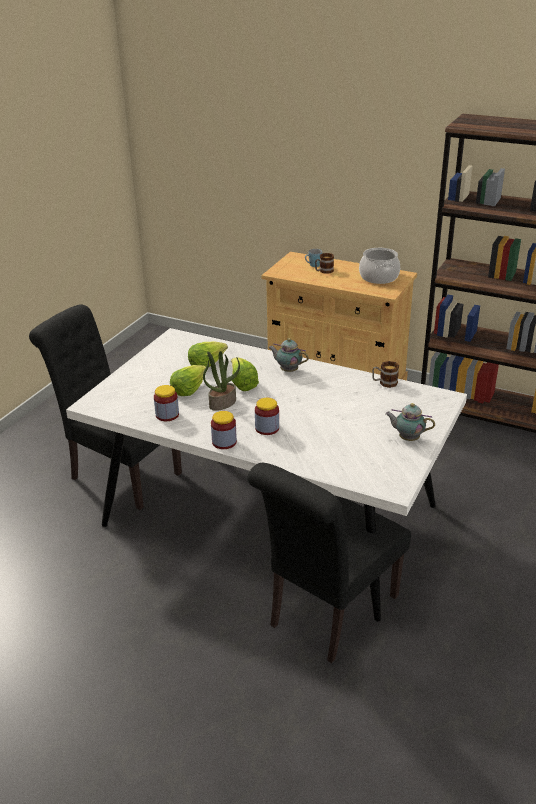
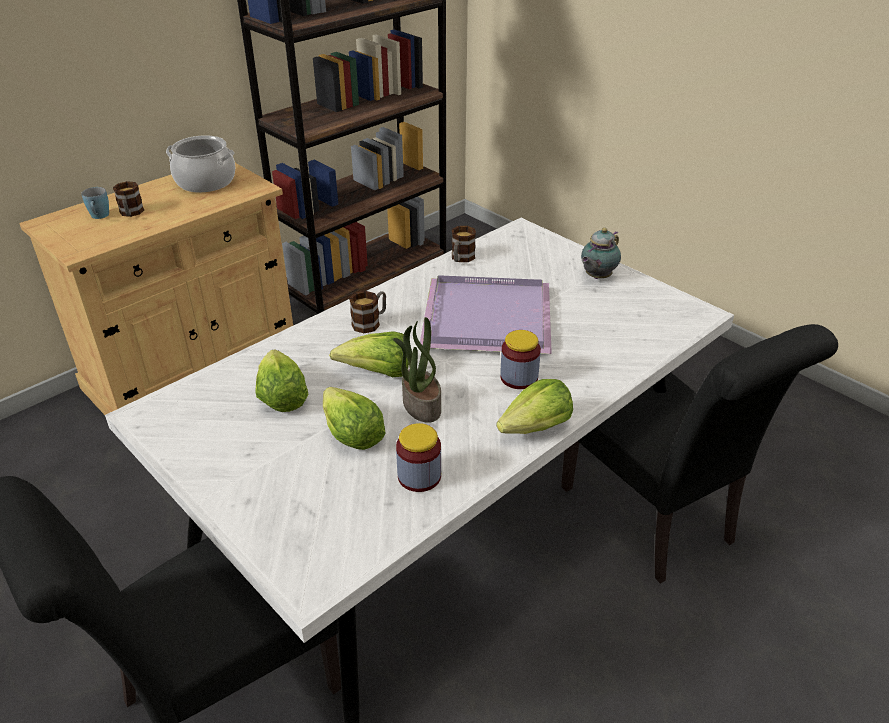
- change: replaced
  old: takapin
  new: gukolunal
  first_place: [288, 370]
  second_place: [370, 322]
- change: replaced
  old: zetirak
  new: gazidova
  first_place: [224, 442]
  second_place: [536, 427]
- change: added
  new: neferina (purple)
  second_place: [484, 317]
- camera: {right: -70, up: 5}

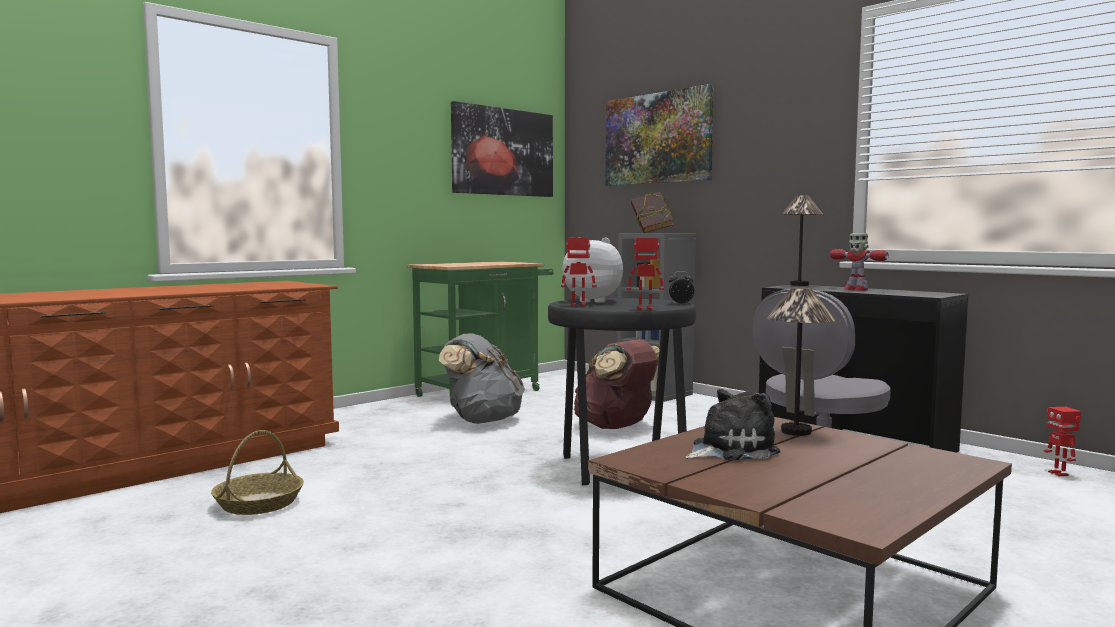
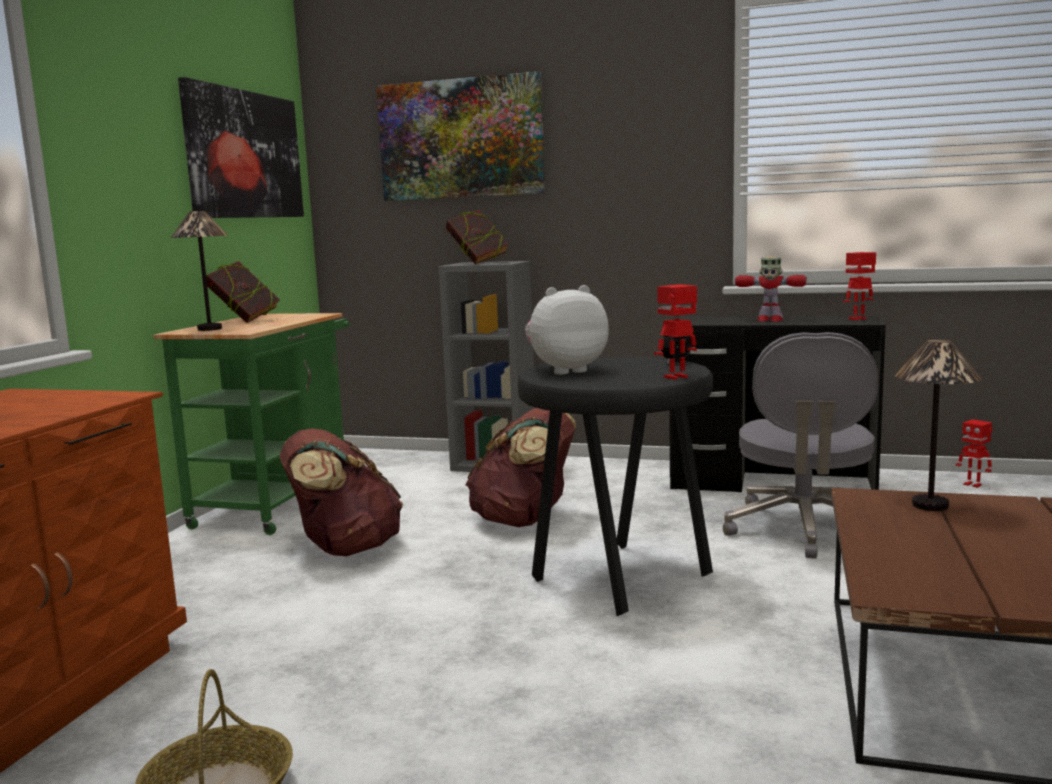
- change: moved
  old: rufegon
  first_place: [799, 285]
  second_place: [210, 329]
- change: moved
  old: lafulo
  first_place: [578, 305]
  second_place: [858, 319]
- change: recoloured
  old: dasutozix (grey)
  new: dasutozix (brown)
  first_place: [482, 420]
  second_place: [344, 548]
- change: removed
  old: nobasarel
  first_place: [730, 449]
- change: added
  new: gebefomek
  second_place: [245, 321]
- camera: {right: -30, up: 5}

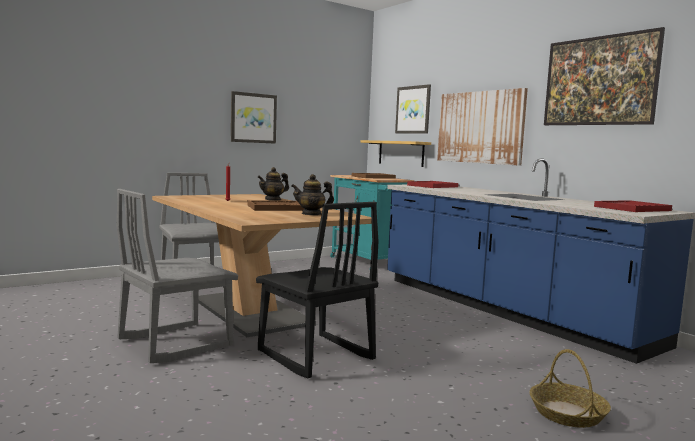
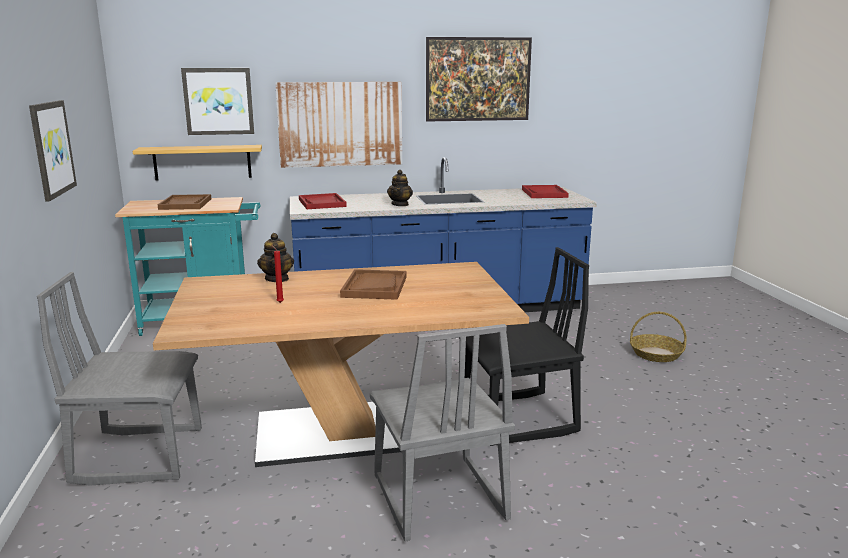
- change: moved
  old: takapin
  first_place: [311, 214]
  second_place: [400, 204]
- camera: {right: -65, up: 10}

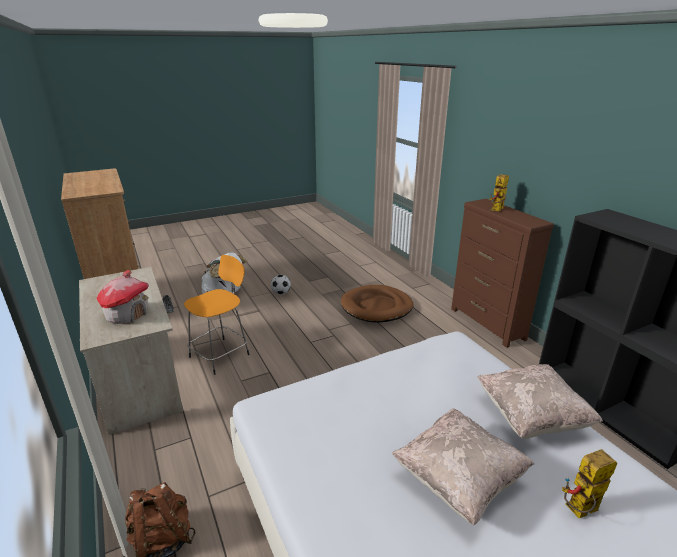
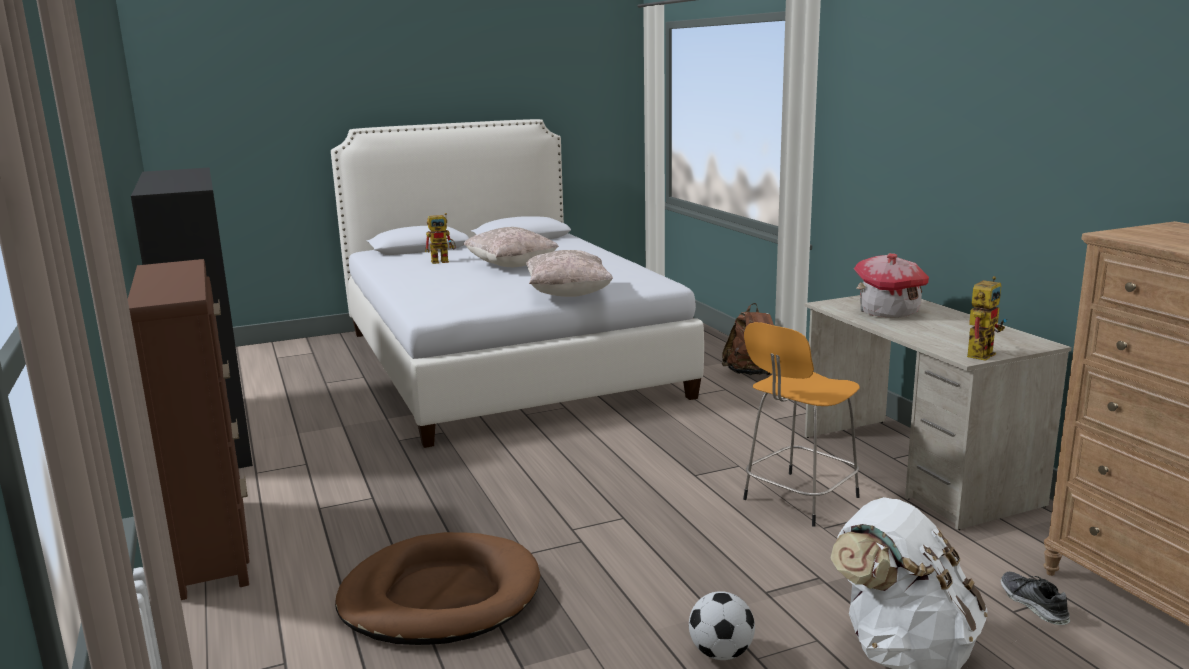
- change: moved
  old: lafulo
  first_place: [497, 210]
  second_place: [980, 353]
- change: moved
  old: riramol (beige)
  first_place: [531, 417]
  second_place: [568, 294]
- camera: {right: -175, up: -10}

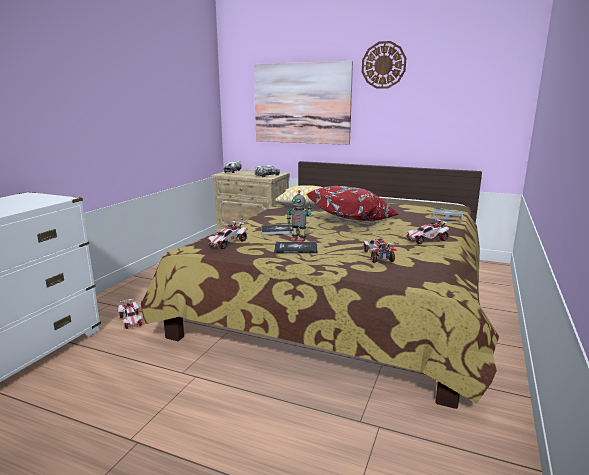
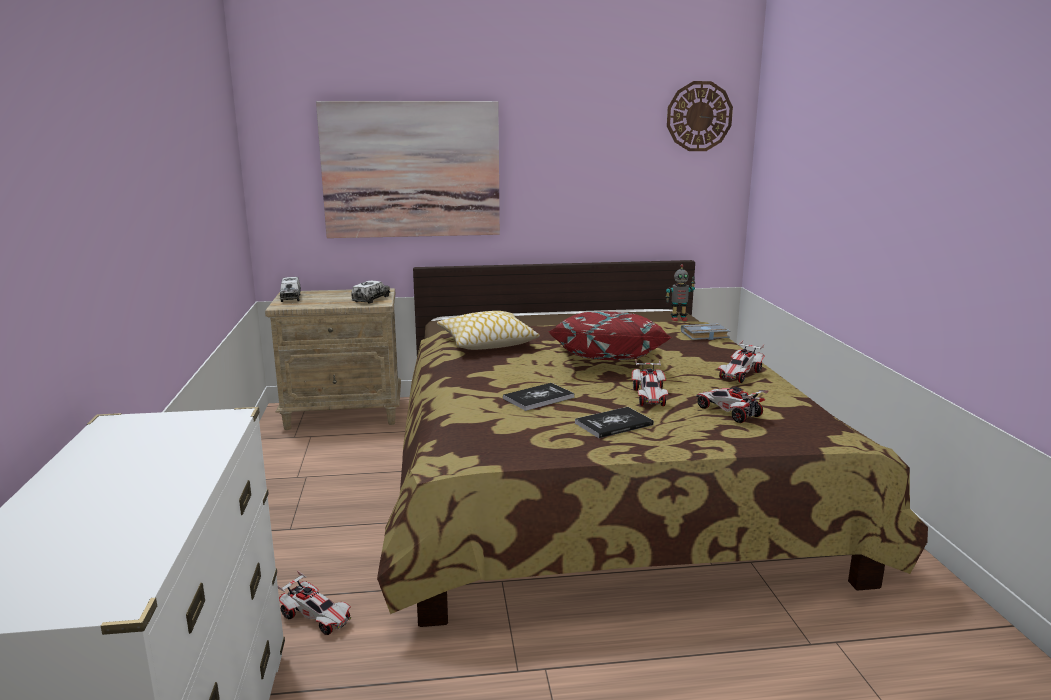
- change: moved
  old: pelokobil
  first_place: [383, 65]
  second_place: [699, 116]
- change: moved
  old: lafulo
  first_place: [298, 240]
  second_place: [678, 319]
- change: moved
  old: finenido
  first_place: [228, 243]
  second_place: [649, 397]
- camera: {right: -30, up: 0}

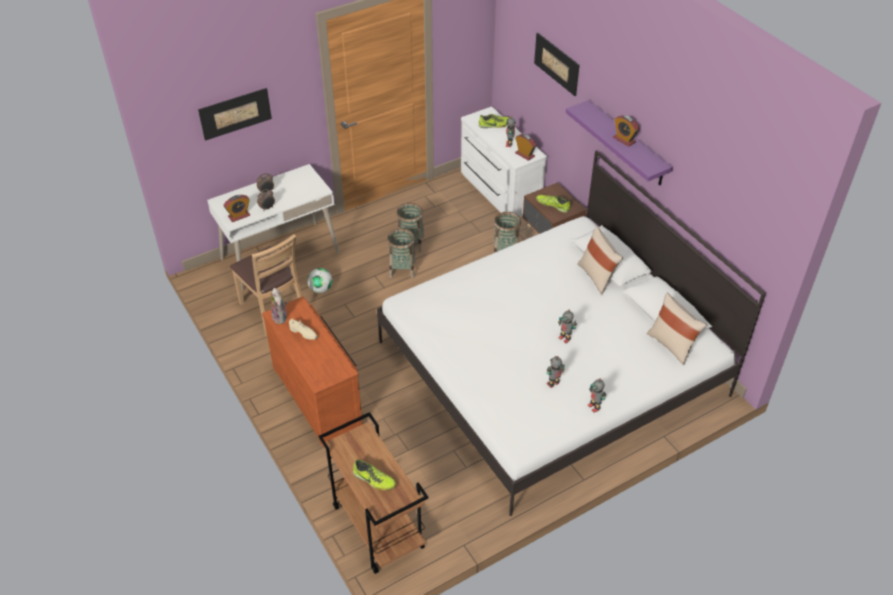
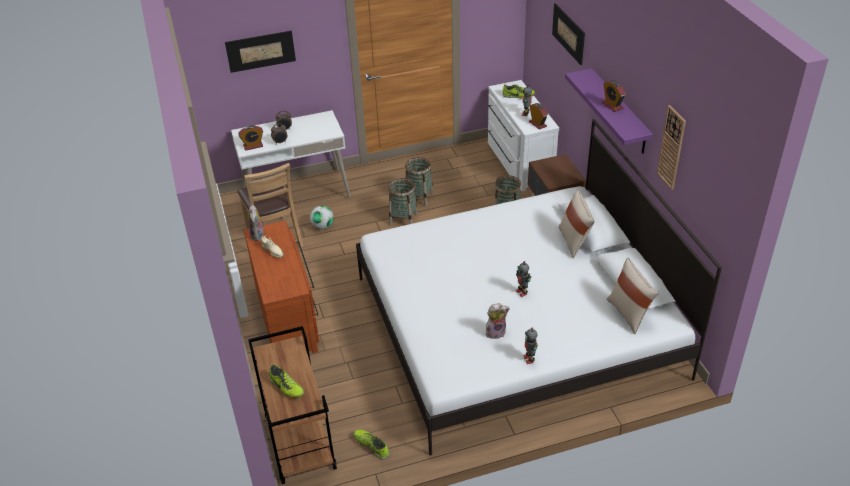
- change: moved
  old: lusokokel
  first_place: [552, 205]
  second_place: [371, 446]
- change: replaced
  old: lafulo
  new: nobasarel
  first_place: [553, 384]
  second_place: [495, 332]
- change: added
  new: pelokobil
  second_place: [671, 147]
- camera: {right: 15, up: -5}

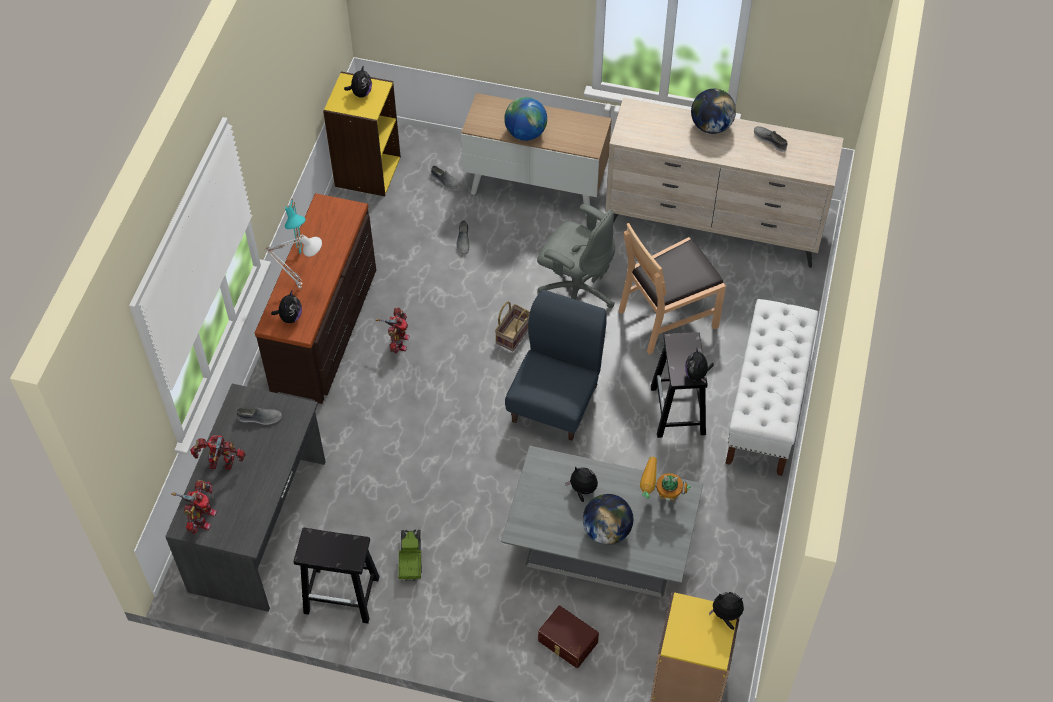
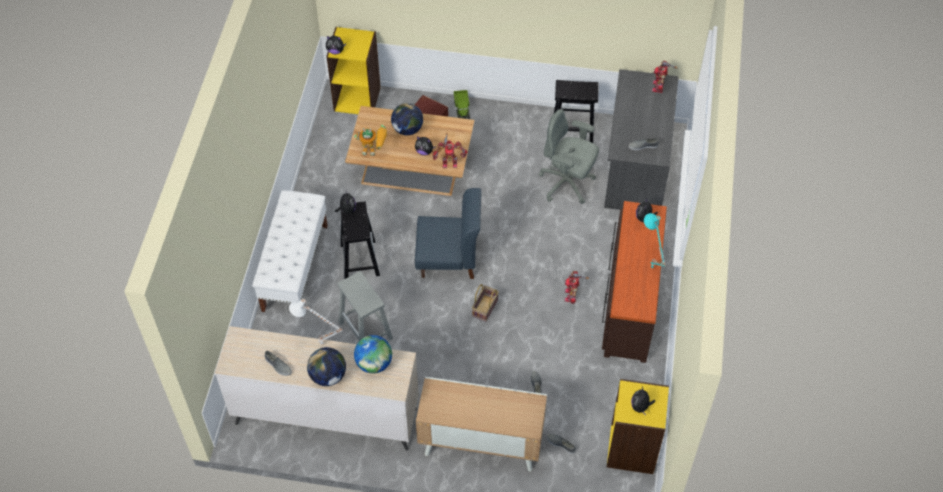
- change: moved
  old: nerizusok
  first_place: [525, 133]
  second_place: [374, 363]
- change: moved
  old: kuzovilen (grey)
  first_place: [576, 291]
  second_place: [567, 184]
- change: replaced
  old: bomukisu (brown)
  new: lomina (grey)
  first_place: [667, 317]
  second_place: [366, 331]
- change: moved
  old: rufegon (white)
  first_place: [301, 287]
  second_place: [321, 346]
- change: turned
  old: bomukisu (blue)
  first_place: [555, 402]
  second_place: [448, 259]
  degrees: -105
- change: moved
  old: lafulo
  first_place: [221, 464]
  second_place: [449, 162]
- change: recoloured
  old: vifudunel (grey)
  new: vifudunel (brown)
  first_place: [599, 546]
  second_place: [413, 169]
- change: moved
  old: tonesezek
  first_place: [410, 559]
  second_place: [462, 110]
- camera: {right: 175, up: 0}

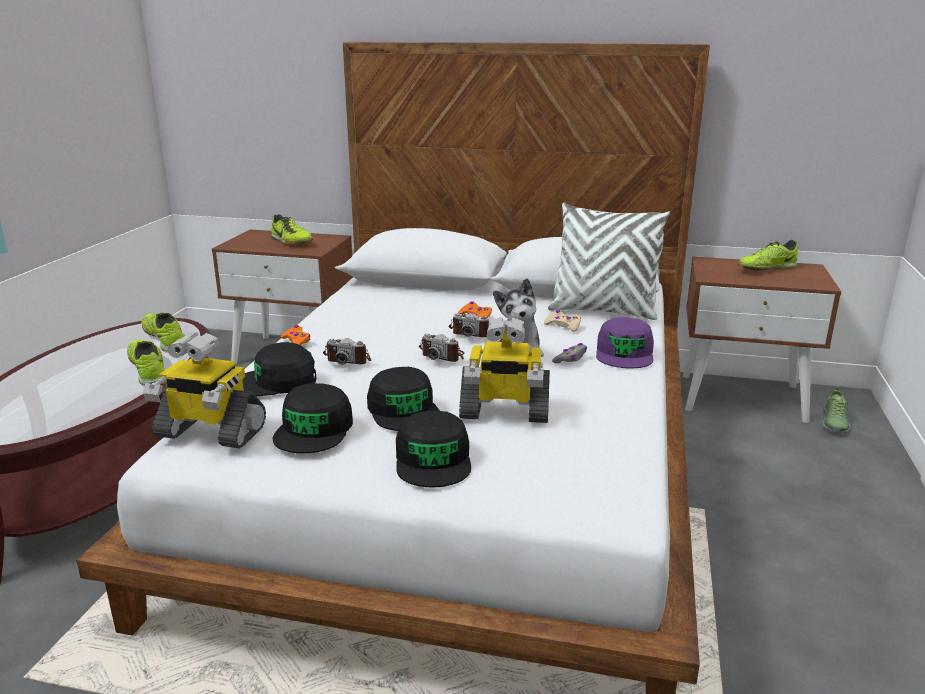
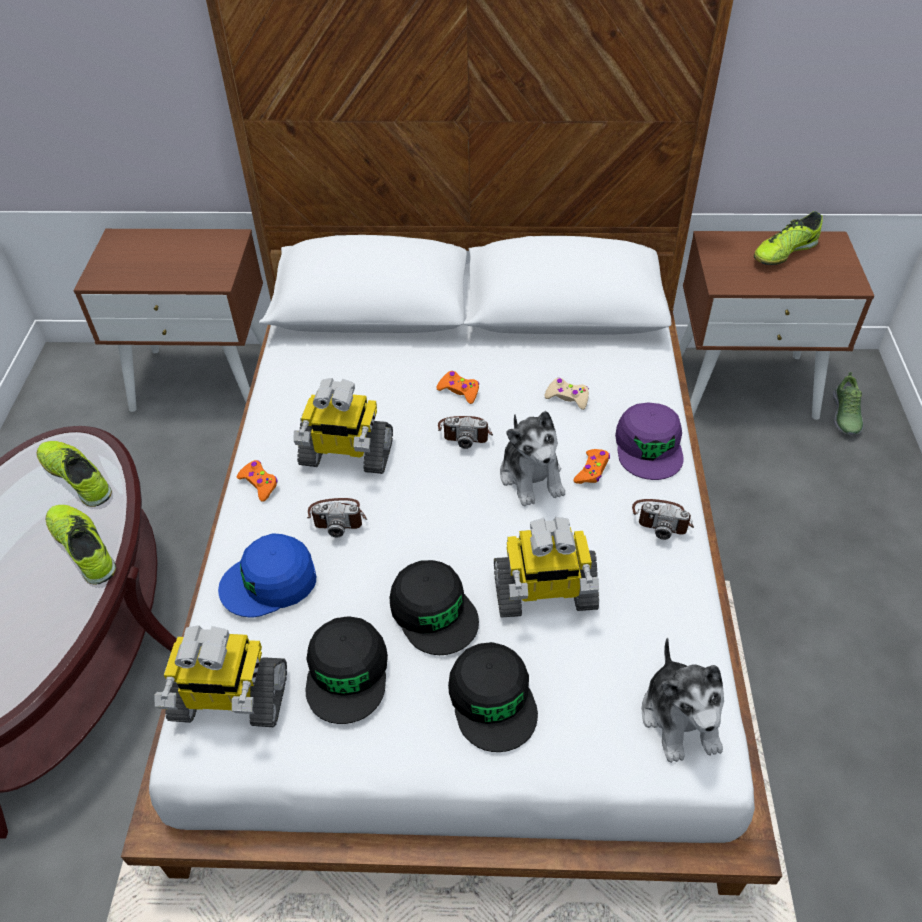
- change: removed
  old: riramol (white)
  first_place: [603, 311]
- change: removed
  old: lusokokel
  first_place: [291, 242]
- change: moved
  old: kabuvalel
  first_place: [443, 355]
  second_place: [662, 519]
- change: recoloured
  old: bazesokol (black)
  new: bazesokol (blue)
  first_place: [277, 381]
  second_place: [270, 582]
- change: recoloured
  old: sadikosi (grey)
  new: sadikosi (orange)
  first_place: [570, 359]
  second_place: [592, 470]
- change: added
  new: lafulo
  second_place: [346, 455]
- change: added
  new: nobasarel
  second_place: [681, 717]
- camera: {right: -10, up: 25}

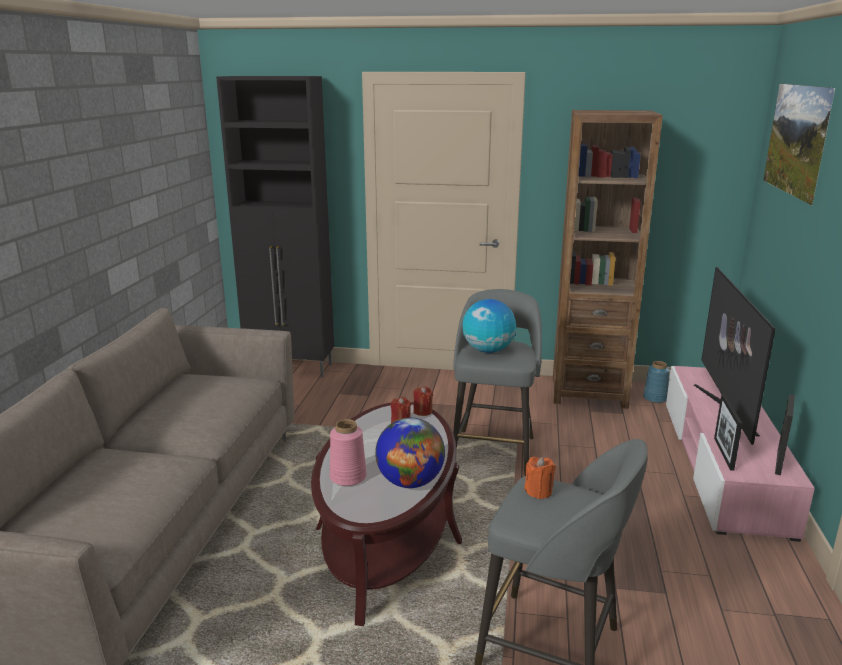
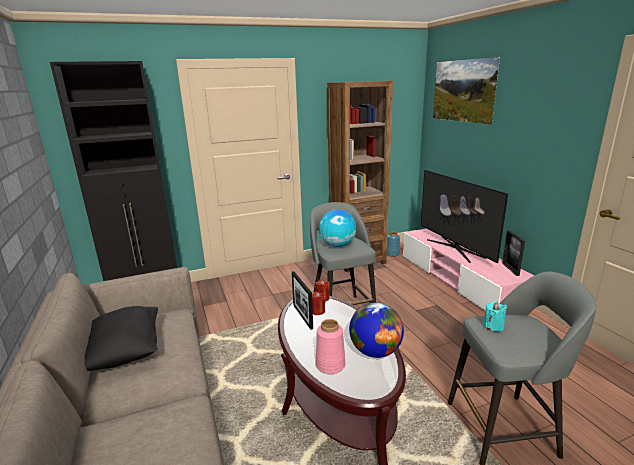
- change: moved
  old: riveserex
  first_place: [723, 453]
  second_place: [302, 316]
- change: recoloured
  old: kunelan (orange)
  new: kunelan (turquoise)
  first_place: [538, 491]
  second_place: [493, 326]
- change: added
  new: riramol (black)
  second_place: [125, 353]
- camera: {right: -30, up: 0}

